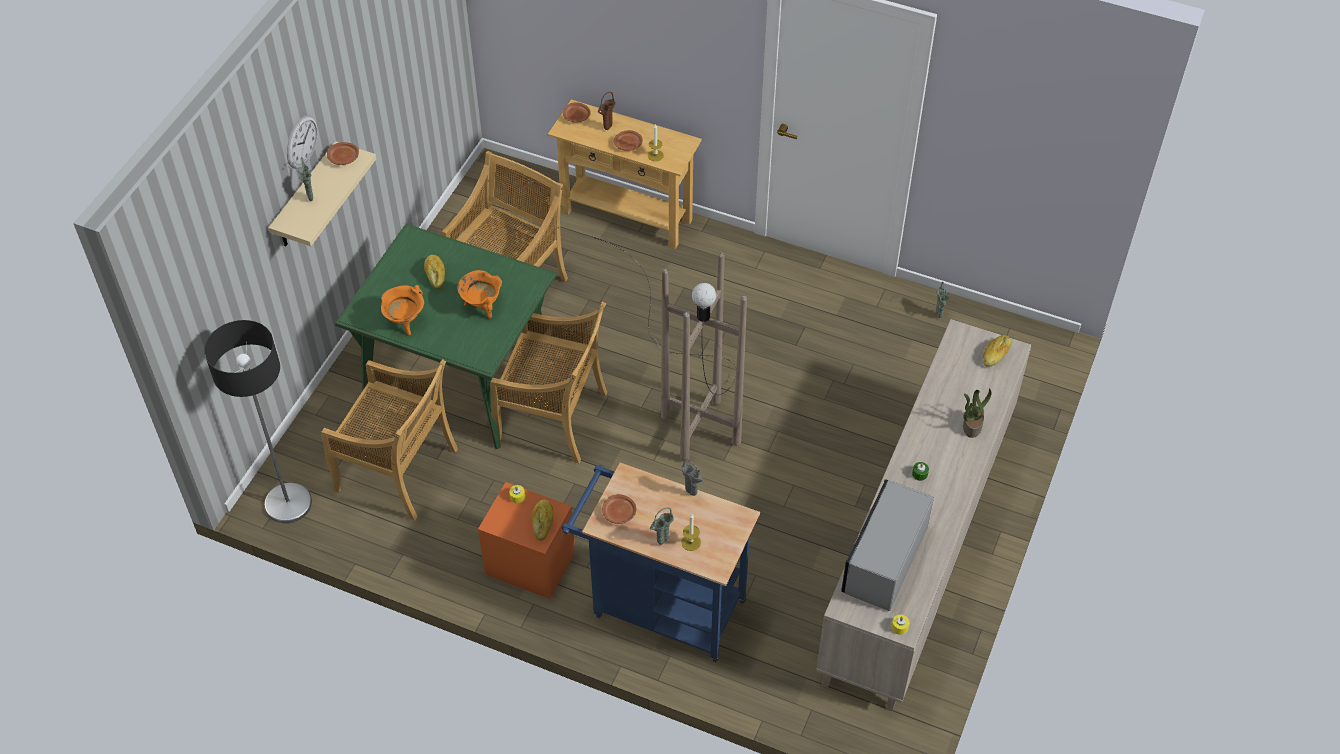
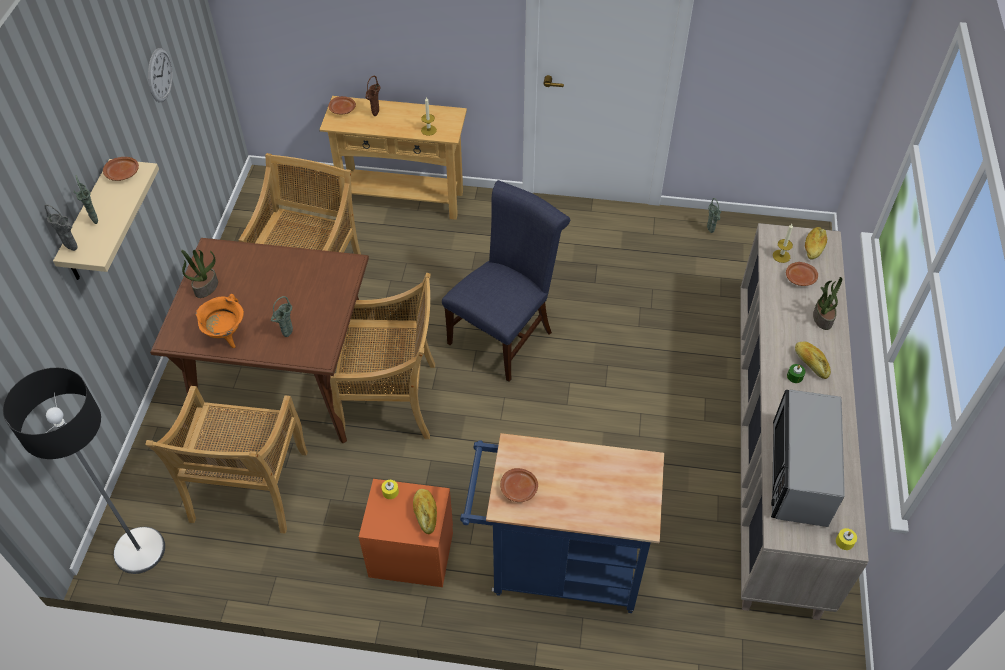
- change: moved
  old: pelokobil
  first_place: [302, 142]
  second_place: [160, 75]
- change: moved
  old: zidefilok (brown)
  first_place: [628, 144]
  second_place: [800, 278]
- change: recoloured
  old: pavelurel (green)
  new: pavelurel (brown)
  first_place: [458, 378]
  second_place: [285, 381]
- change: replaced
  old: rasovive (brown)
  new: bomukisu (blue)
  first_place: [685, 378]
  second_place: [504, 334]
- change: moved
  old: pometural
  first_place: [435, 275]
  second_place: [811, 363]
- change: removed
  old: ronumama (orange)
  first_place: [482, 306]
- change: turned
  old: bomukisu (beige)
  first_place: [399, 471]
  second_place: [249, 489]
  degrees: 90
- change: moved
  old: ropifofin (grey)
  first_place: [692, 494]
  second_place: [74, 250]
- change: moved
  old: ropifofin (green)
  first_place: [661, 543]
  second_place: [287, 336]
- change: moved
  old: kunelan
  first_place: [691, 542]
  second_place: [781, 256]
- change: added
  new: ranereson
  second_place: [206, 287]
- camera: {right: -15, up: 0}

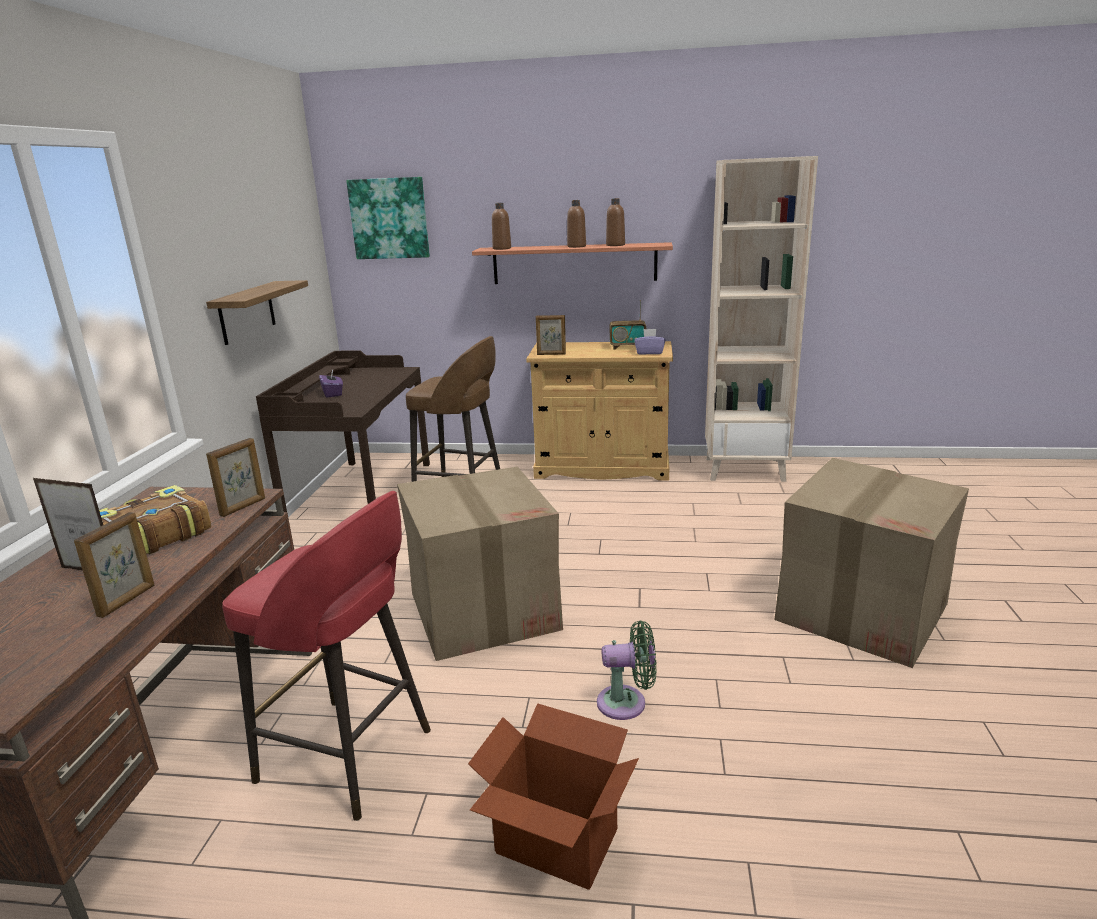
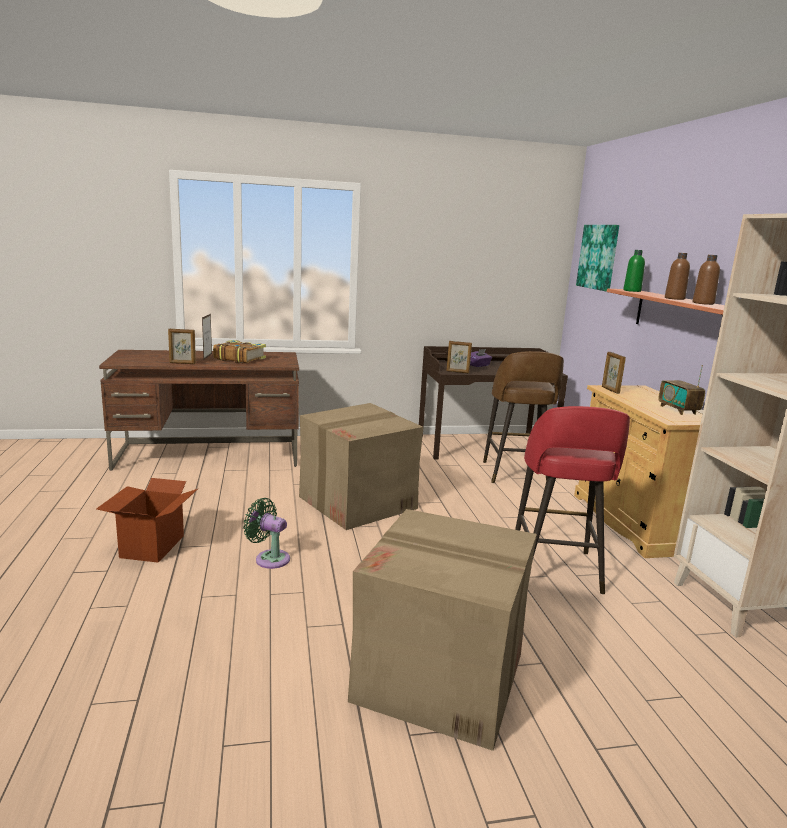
- change: recoloured
  old: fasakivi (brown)
  new: fasakivi (green)
  first_place: [502, 248]
  second_place: [632, 291]
- change: removed
  old: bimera
  first_place: [247, 312]
- change: removed
  old: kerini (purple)
  first_place: [649, 352]
- change: moved
  old: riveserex
  first_place: [243, 507]
  second_place: [457, 372]
- change: moved
  old: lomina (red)
  first_place: [349, 757]
  second_place: [555, 570]
- change: turned
  old: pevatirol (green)
  first_place: [627, 703]
  second_place: [269, 558]
  degrees: 135
- camera: {right: 70, up: -5}

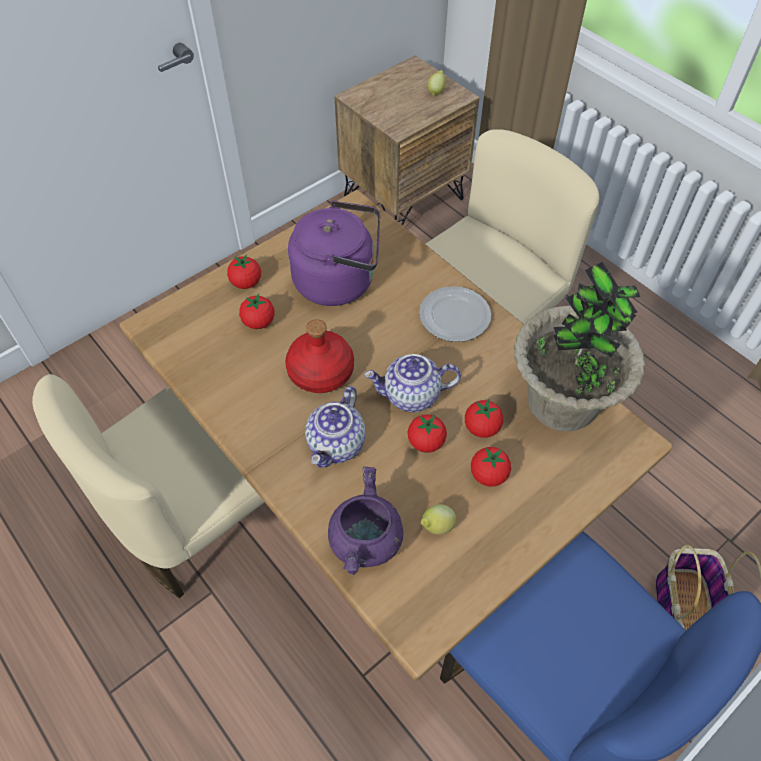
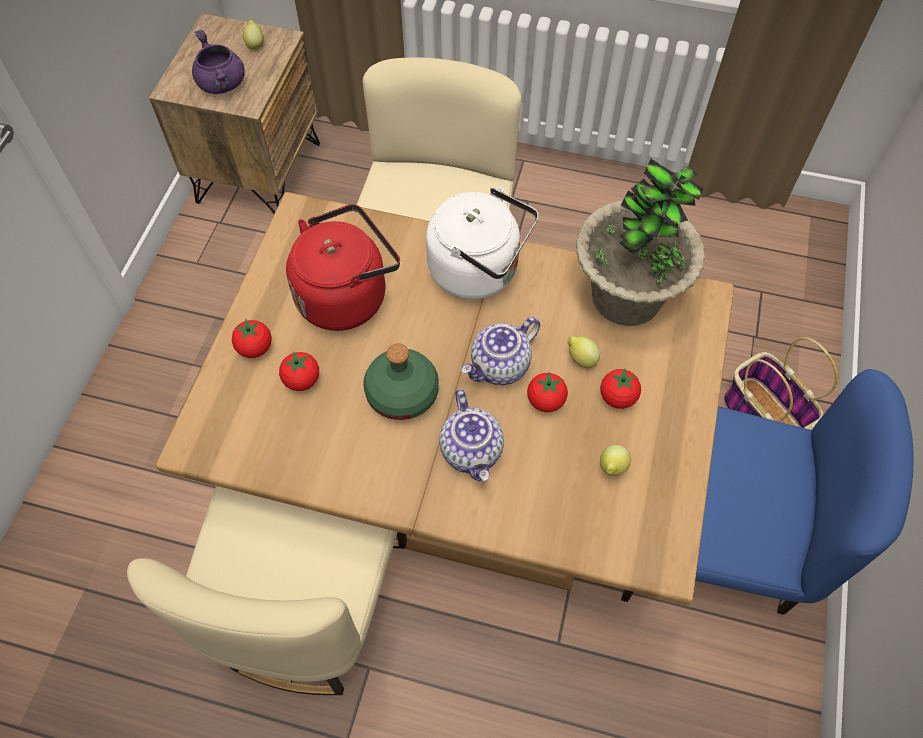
- change: recoloured
  old: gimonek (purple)
  new: gimonek (red)
  first_place: [339, 281]
  second_place: [346, 295]
- change: replaced
  old: zidefilok
  new: gimonek (white)
  first_place: [454, 317]
  second_place: [479, 271]
- change: recoloured
  old: fasakivi (red)
  new: fasakivi (green)
  first_place: [321, 371]
  second_place: [402, 392]
- change: replaced
  old: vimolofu
  new: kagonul
  first_place: [482, 428]
  second_place: [580, 359]
- change: moved
  old: ronumama (purple)
  first_place: [366, 542]
  second_place: [222, 84]
- camera: {right: -35, up: 5}

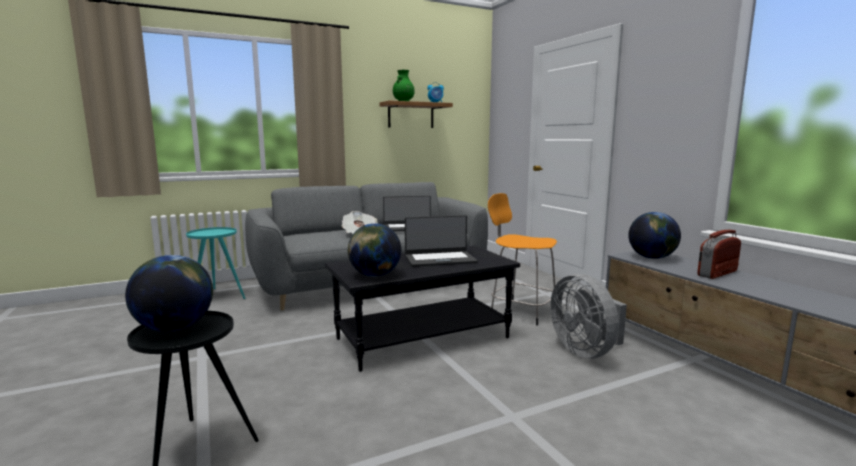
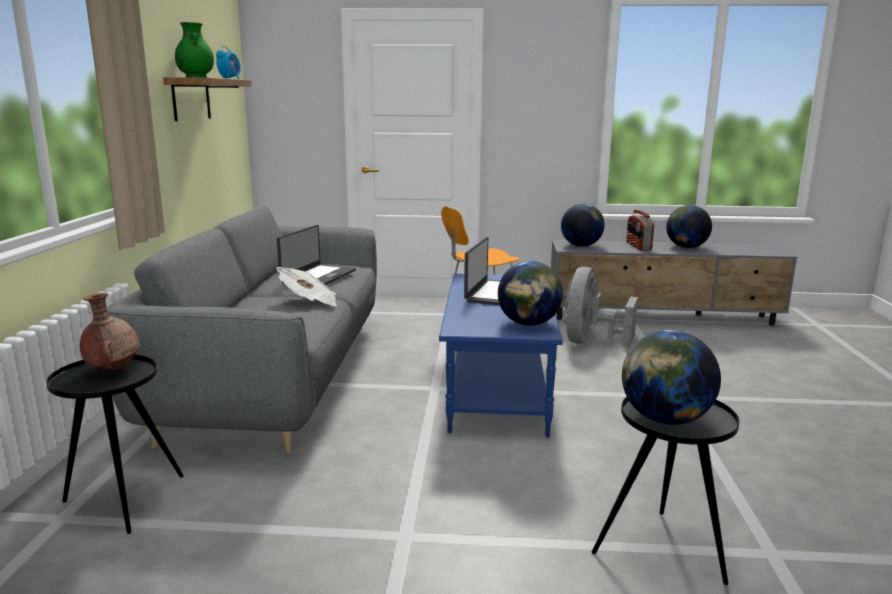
- change: recoloured
  old: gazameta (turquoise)
  new: gazameta (black)
  first_place: [218, 296]
  second_place: [122, 501]
- change: recoloured
  old: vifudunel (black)
  new: vifudunel (blue)
  first_place: [423, 337]
  second_place: [496, 390]
- change: turned
  old: pevatirol (grey)
  first_place: [585, 351]
  second_place: [590, 342]
  degrees: 105
- change: added
  new: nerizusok
  second_place: [686, 247]
- change: added
  new: ropifofin (brown)
  second_place: [113, 369]
- camera: {right: -60, up: 5}

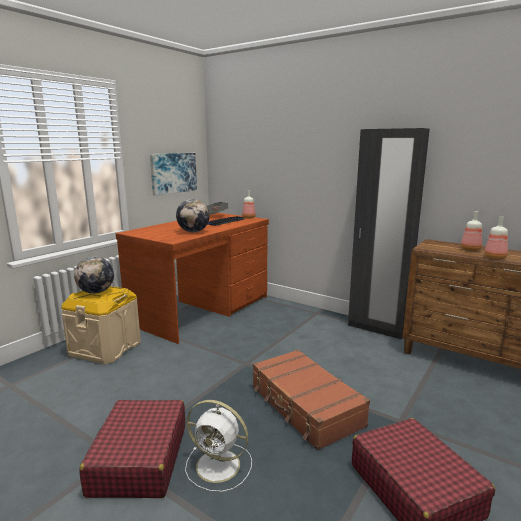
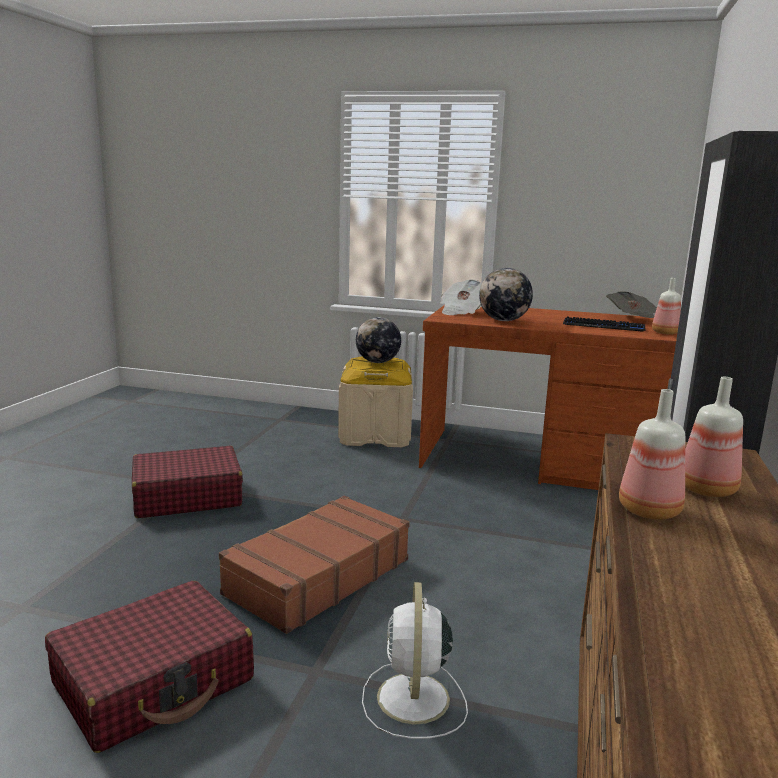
- change: removed
  old: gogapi
  first_place: [173, 173]
- change: moved
  old: pevatirol (white)
  first_place: [220, 466]
  second_place: [413, 700]
- change: added
  new: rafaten
  second_place: [462, 312]
- camera: {right: 70, up: 0}

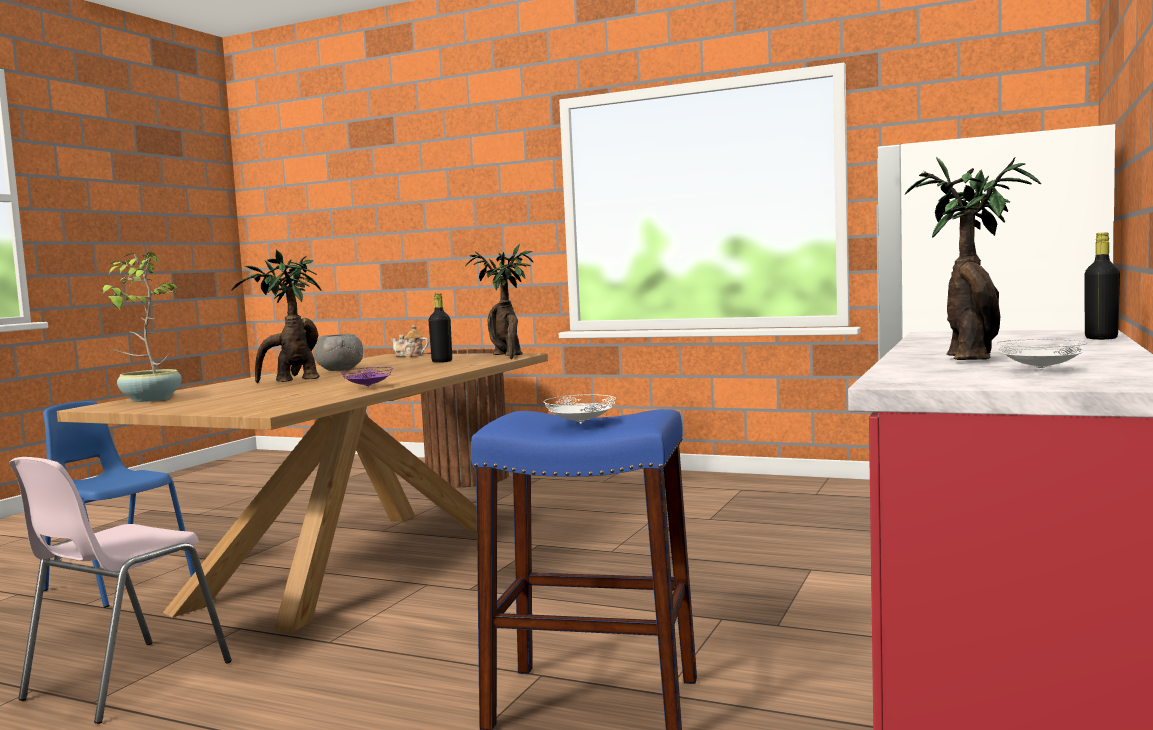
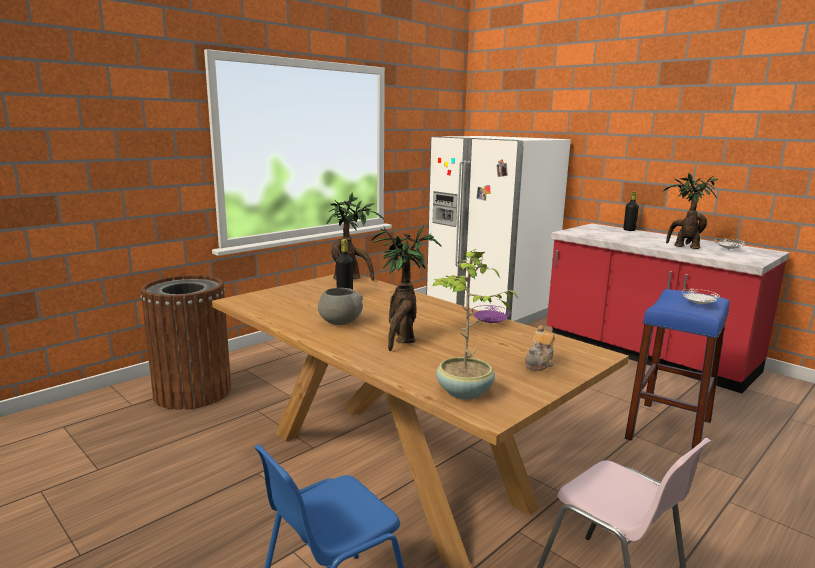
- change: moved
  old: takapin
  first_place: [410, 356]
  second_place: [539, 364]
- camera: {right: -70, up: 10}

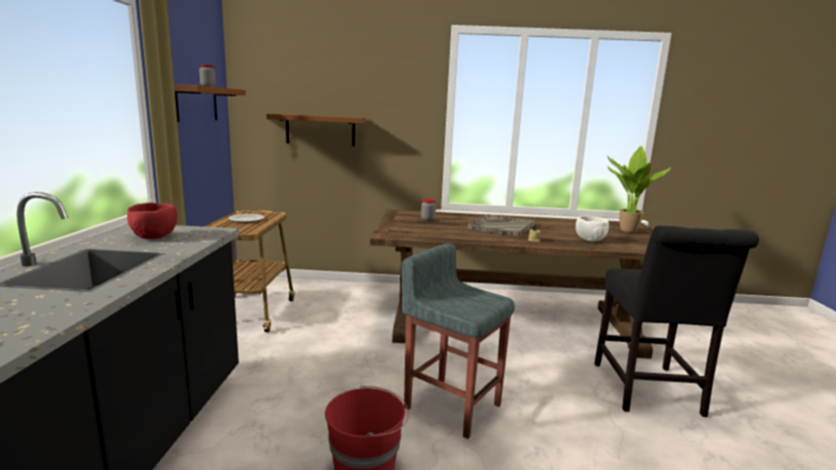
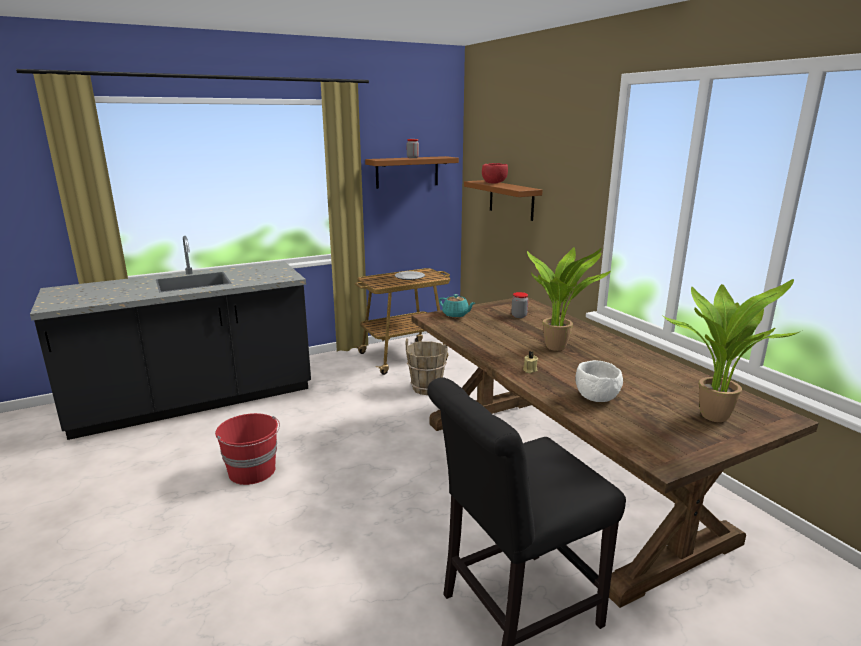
- change: moved
  old: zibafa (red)
  first_place: [155, 236]
  second_place: [494, 183]
- change: replaced
  old: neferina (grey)
  new: ranereson
  first_place: [501, 227]
  second_place: [559, 347]
- change: removed
  old: lomina (grey)
  first_place: [451, 405]
- change: added
  new: takapin (turquoise)
  second_place: [456, 314]
- change: added
  new: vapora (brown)
  second_place: [426, 388]
- camera: {right: 60, up: 5}

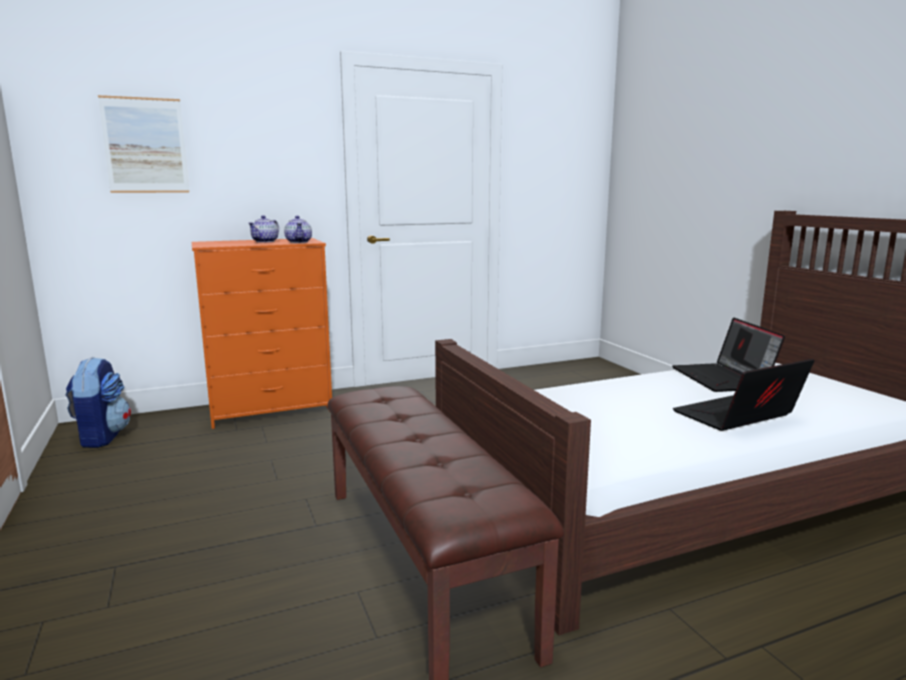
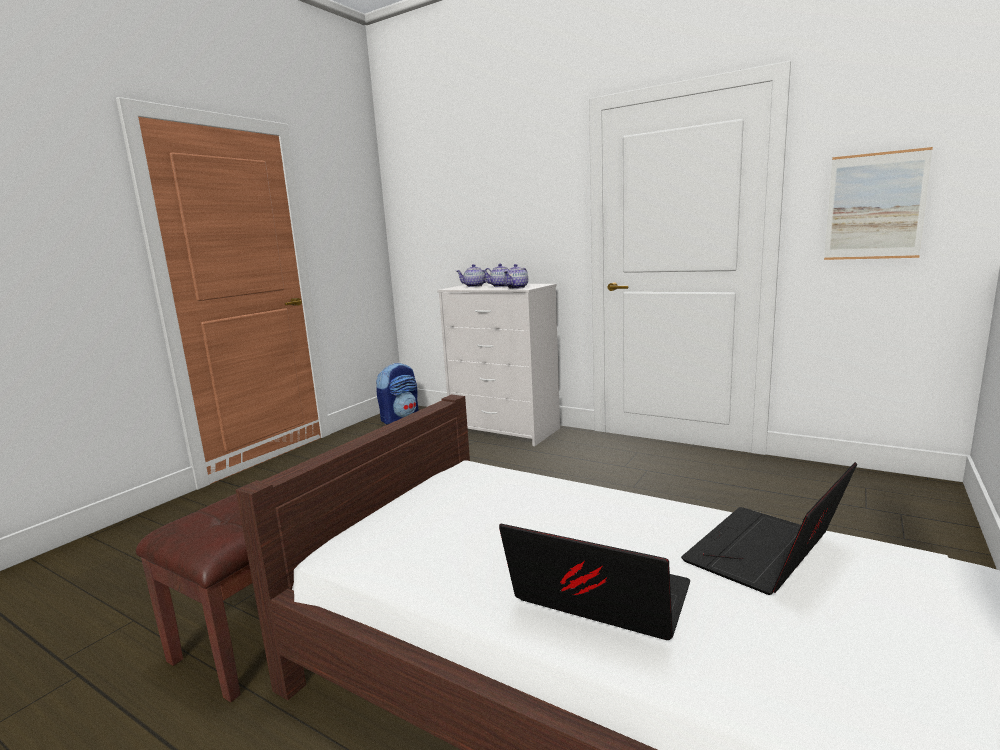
- change: moved
  old: gogapi
  first_place: [145, 145]
  second_place: [875, 206]
- change: recoloured
  old: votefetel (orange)
  new: votefetel (white)
  first_place: [271, 409]
  second_place: [505, 430]
- change: added
  new: takapin
  second_place: [475, 286]
- camera: {right: 55, up: 0}

